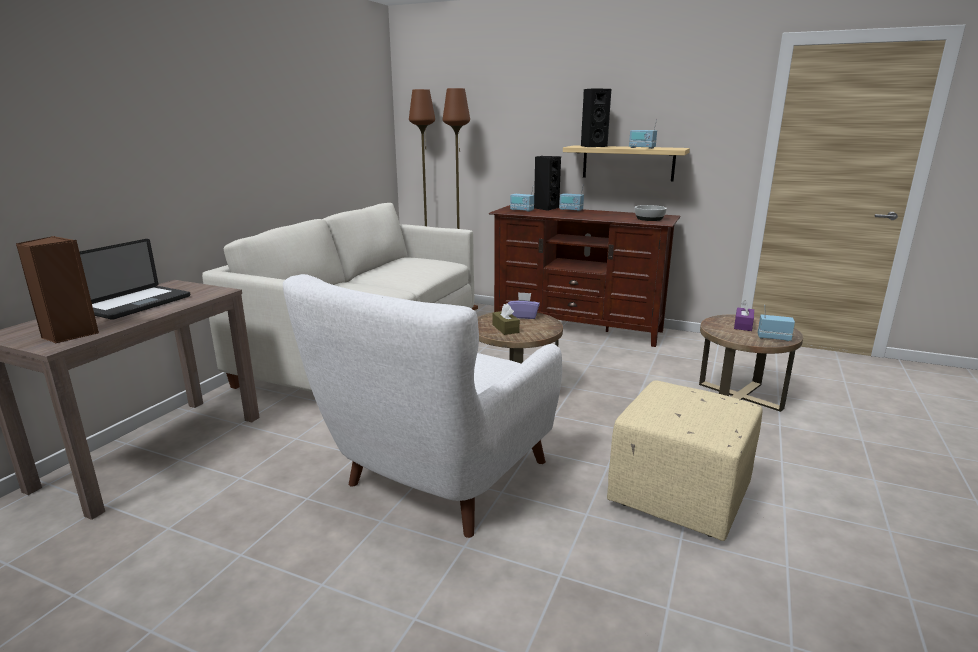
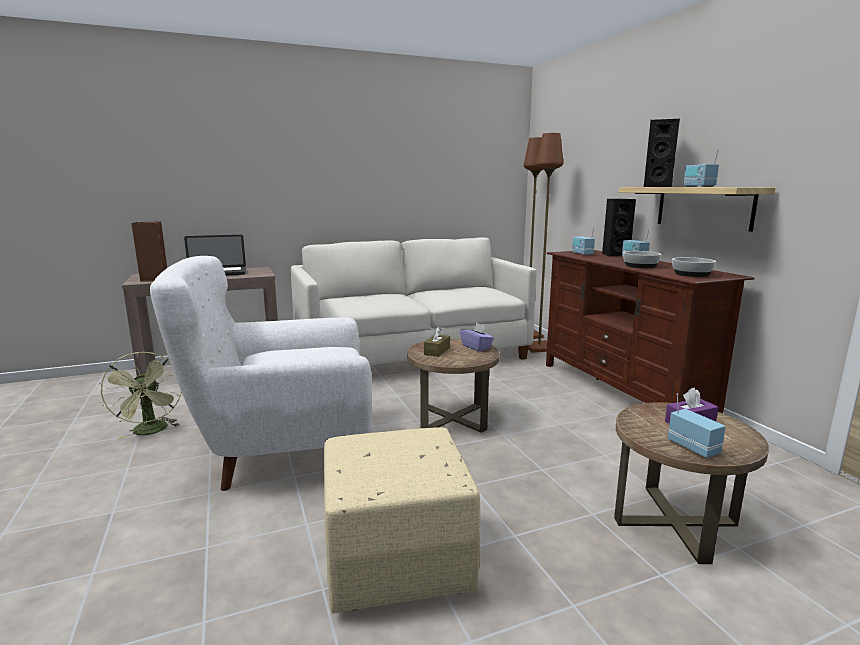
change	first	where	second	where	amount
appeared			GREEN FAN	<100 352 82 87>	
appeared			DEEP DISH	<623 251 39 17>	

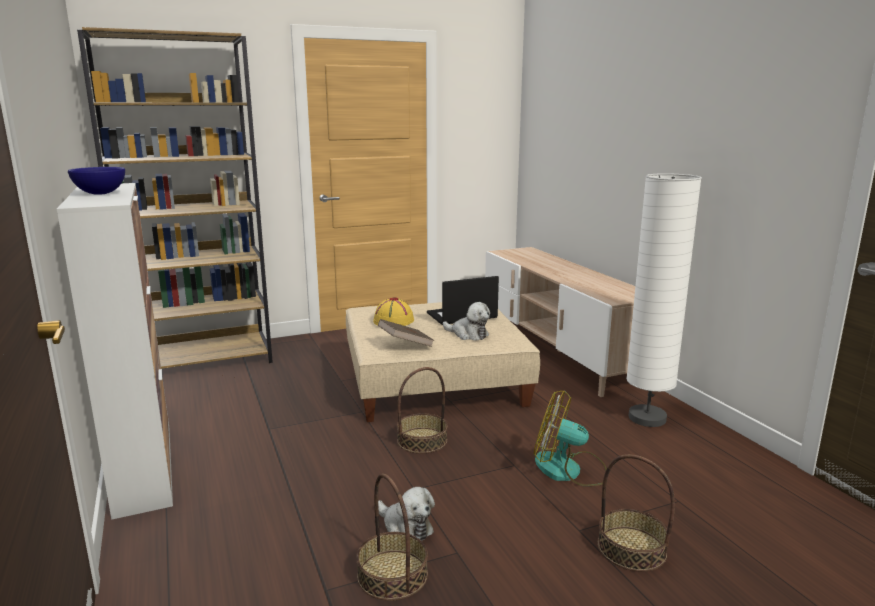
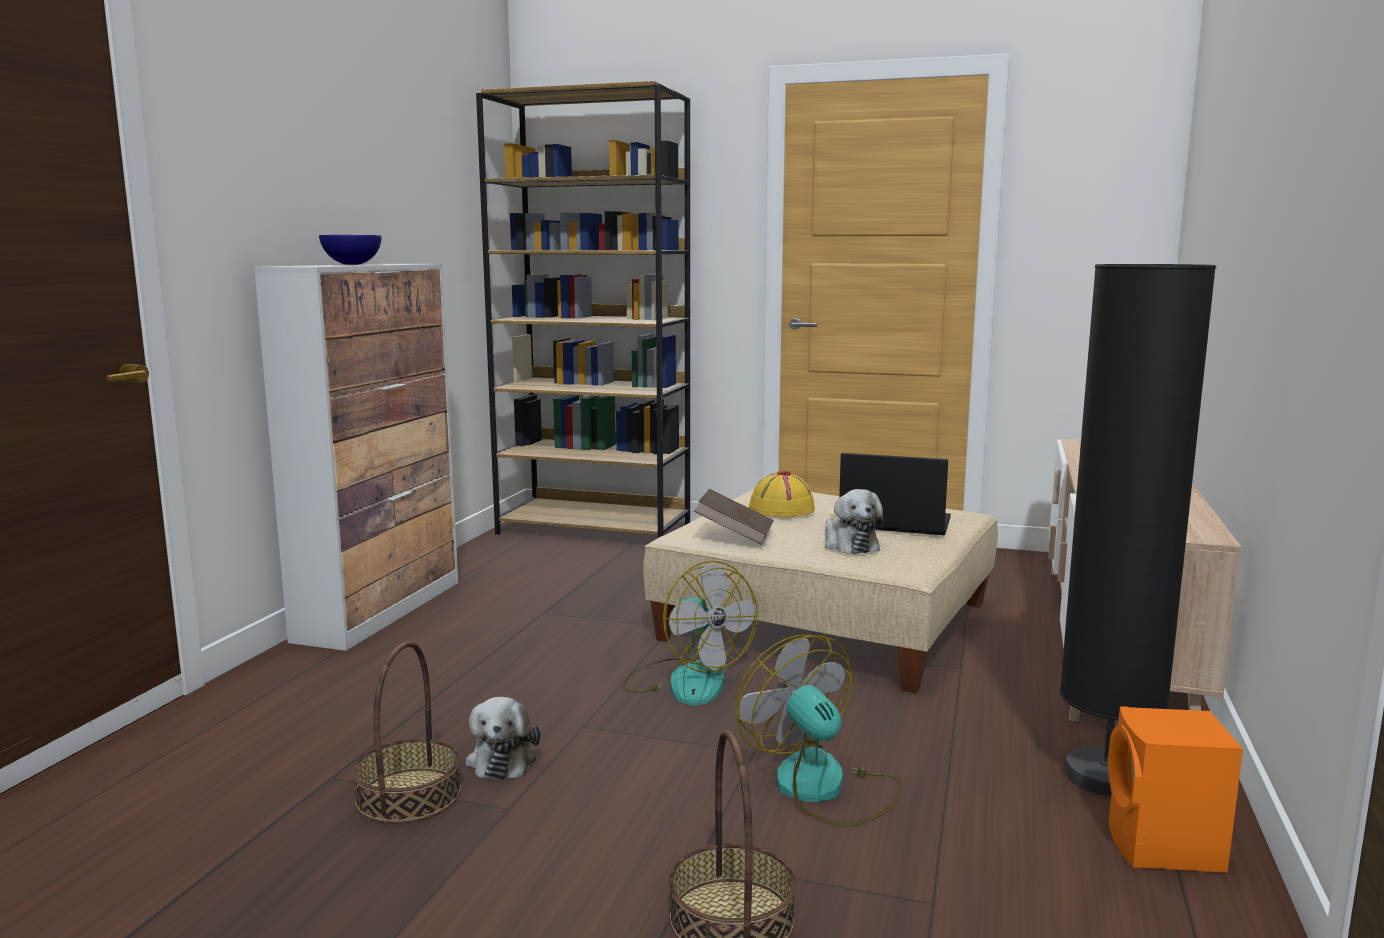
change	first	where	second	where	amount
exchanged	HOUSEHOLD BASKET	<397 367 50 87>	FAN	<622 561 136 145>	
colour	WHITISH STANDARD LAMP	<626 173 76 254>	BLACK STANDARD LAMP	<1060 264 156 533>	
appeared			ORANGE AUDIO SPEAKER	<1108 706 135 167>	

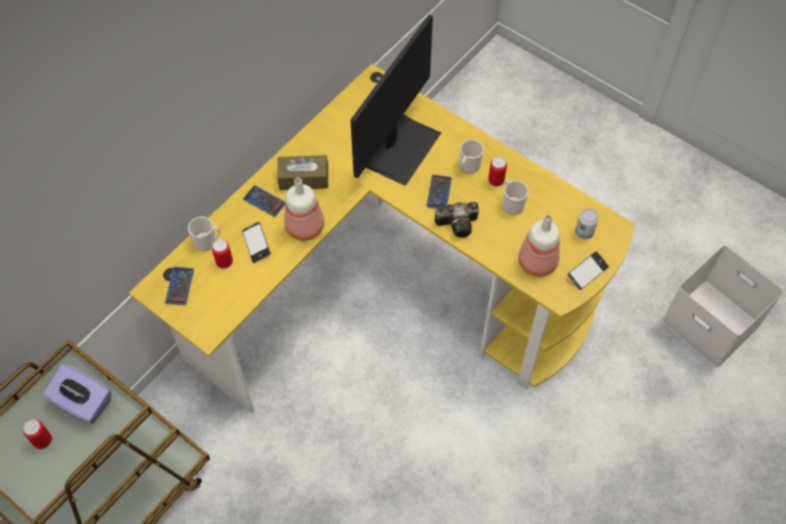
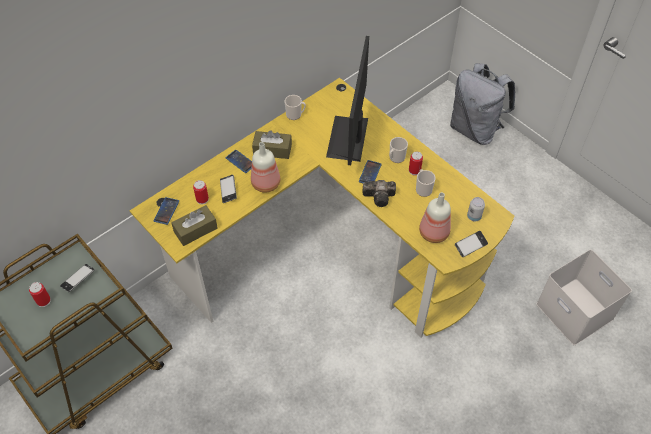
change	first	where	second	where	amount
exchanged	PURPLE-COLOURED BOX OF TISSUES	<43 363 68 61>	HANDSET	<60 264 35 28>	
relocated	MUG	<188 216 32 35>		<285 95 21 25>	
spun	MONITOR	<350 15 91 171>		<326 36 43 129>	150 degrees clockwise
appeared			BROWN-COLOURED BOX OF TISSUES	<171 205 47 41>	
appeared			GRAY BACKPACK	<450 63 65 82>	

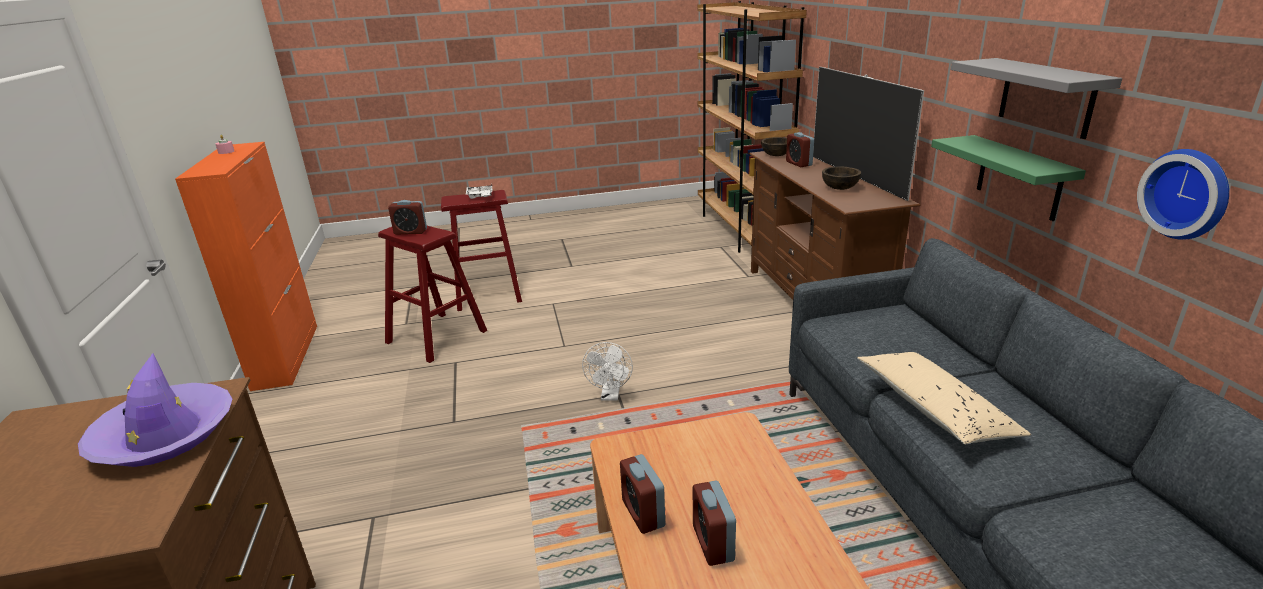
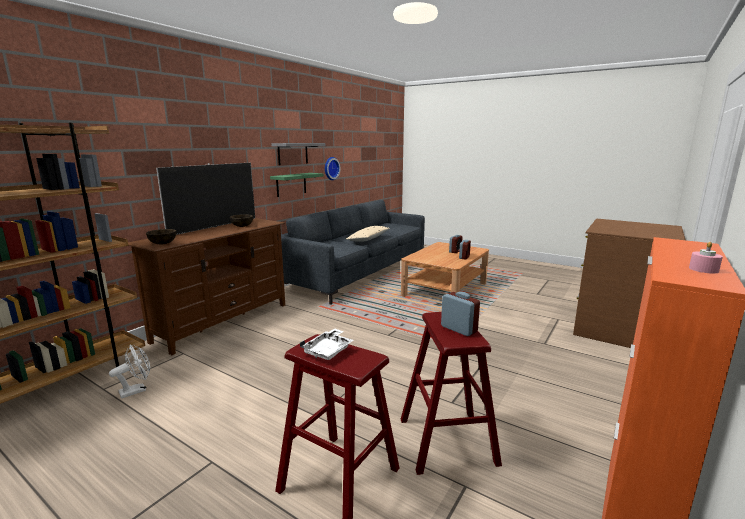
change	first	where	second	where	amount
missing	PURPLE-COLOURED HAT	<78 353 154 114>			
relocated	WHITISH FAN	<582 342 51 59>		<109 345 41 54>	
missing	TABLE CLOCK	<786 132 28 35>			

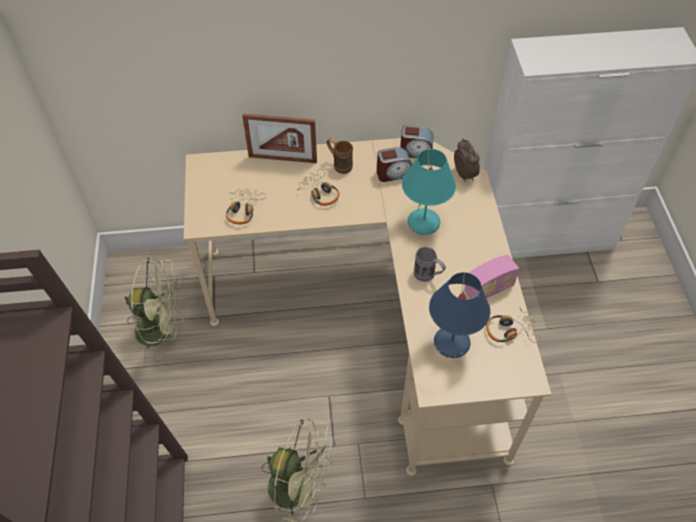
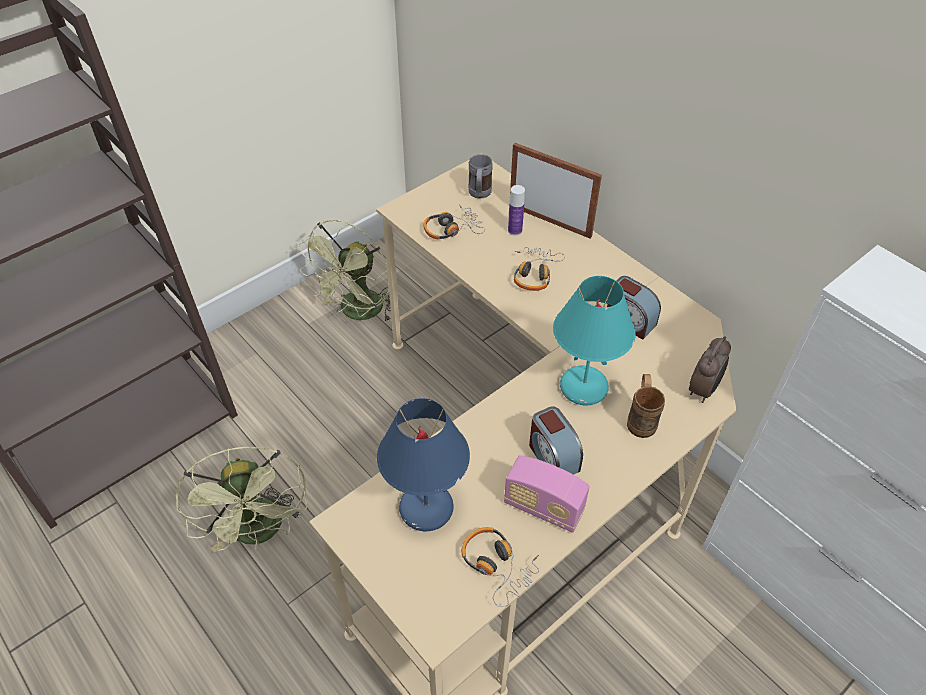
change	first	where	second	where	amount
spun	GREEN FAN	<125 258 60 101>		<299 219 92 104>	60 degrees clockwise
spun	PHOTO FRAME	<242 114 75 49>		<510 143 92 95>	150 degrees clockwise
relocated	BROWN-COLOURED MUG	<327 138 26 36>		<627 374 38 64>	
relocated	TABLE CLOCK	<400 125 33 33>		<529 406 54 69>	
relocated	GRAY MUG	<414 247 32 35>		<468 154 25 45>	
appeared			DRINK BOTTLE	<508 185 17 51>	

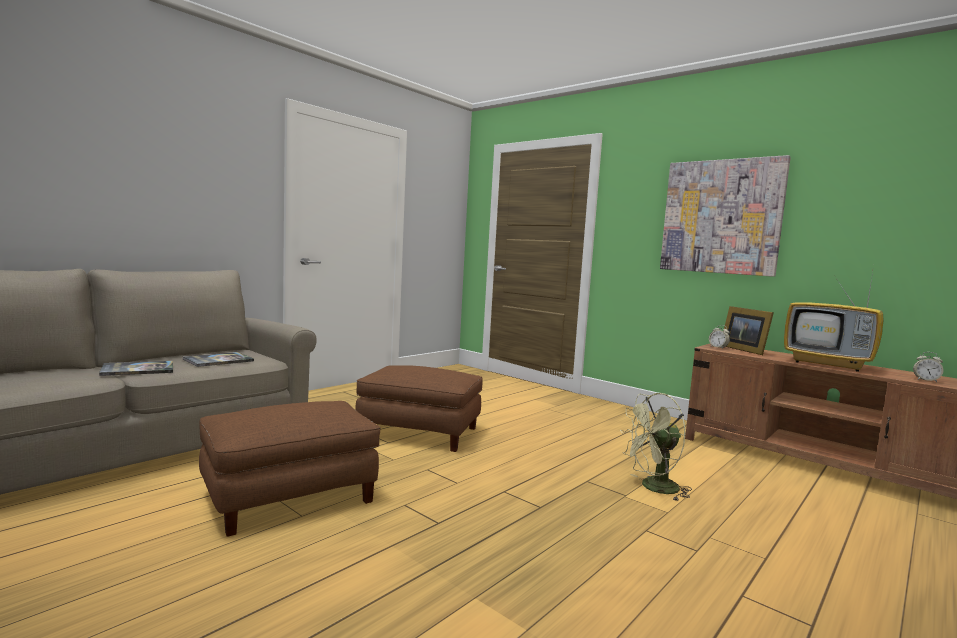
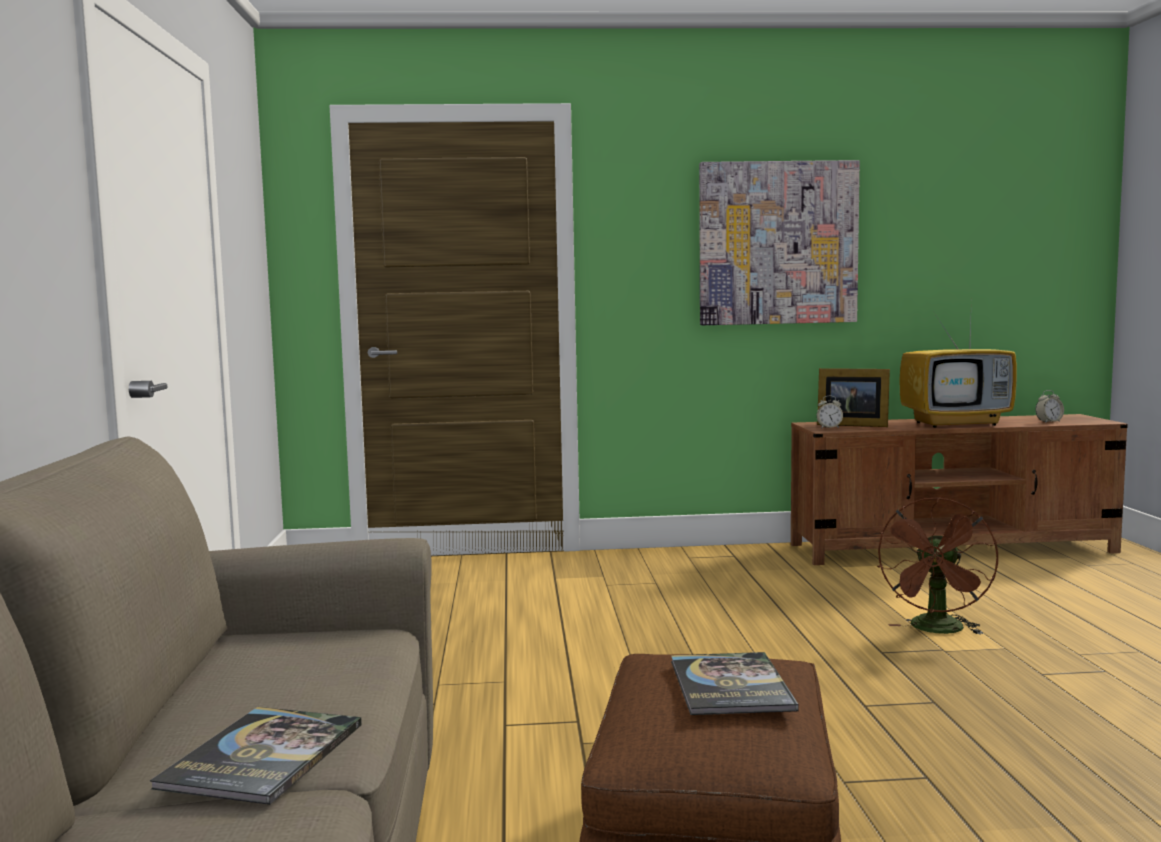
change	first	where	second	where	amount
relocated	VOLUME	<183 352 71 15>		<671 652 128 63>	
missing	BROWN-COLOURED OTTOMAN	<355 365 128 87>			
colour	GREEN FAN	<620 393 72 108>	BROWN-COLOURED FAN	<877 497 121 137>	

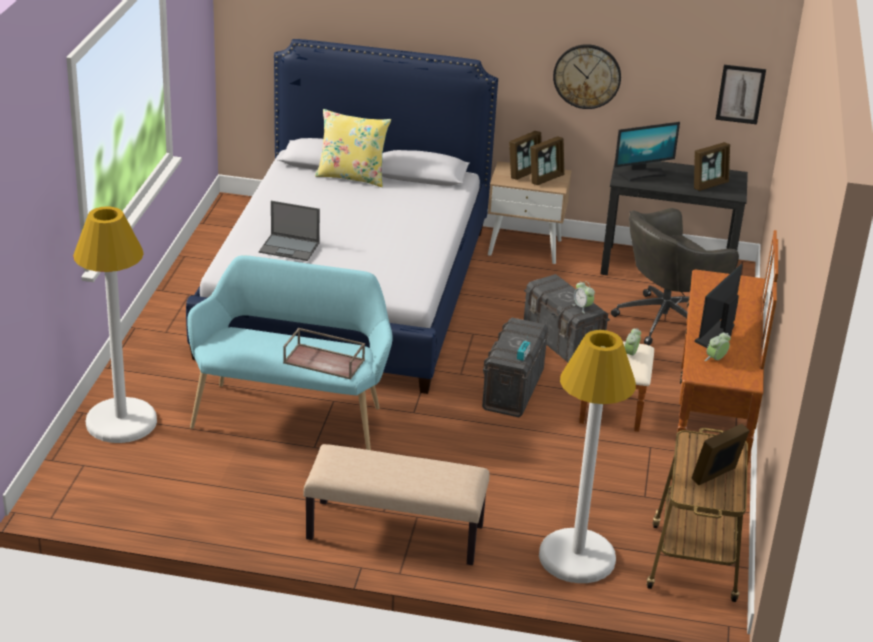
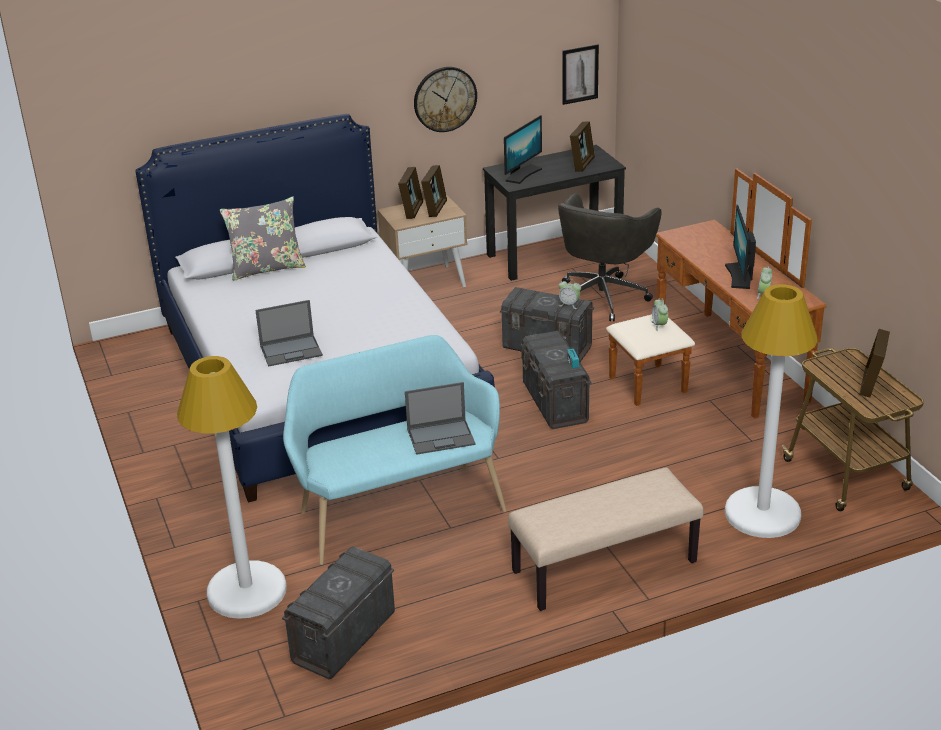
change	first	where	second	where	amount
exchanged	BROWN-COLOURED CARRYING TRAY	<283 328 82 52>	NOTEBOOK COMPUTER	<405 382 71 73>	
colour	YELLOW-COLOURED THROW PILLOW	<315 109 76 78>	GRAY THROW PILLOW	<220 197 86 84>	
appeared			GRAY STORAGE BOX	<282 546 113 134>	

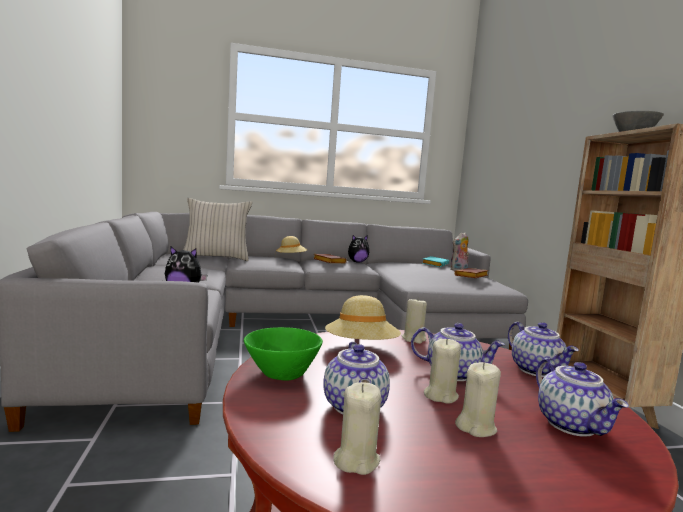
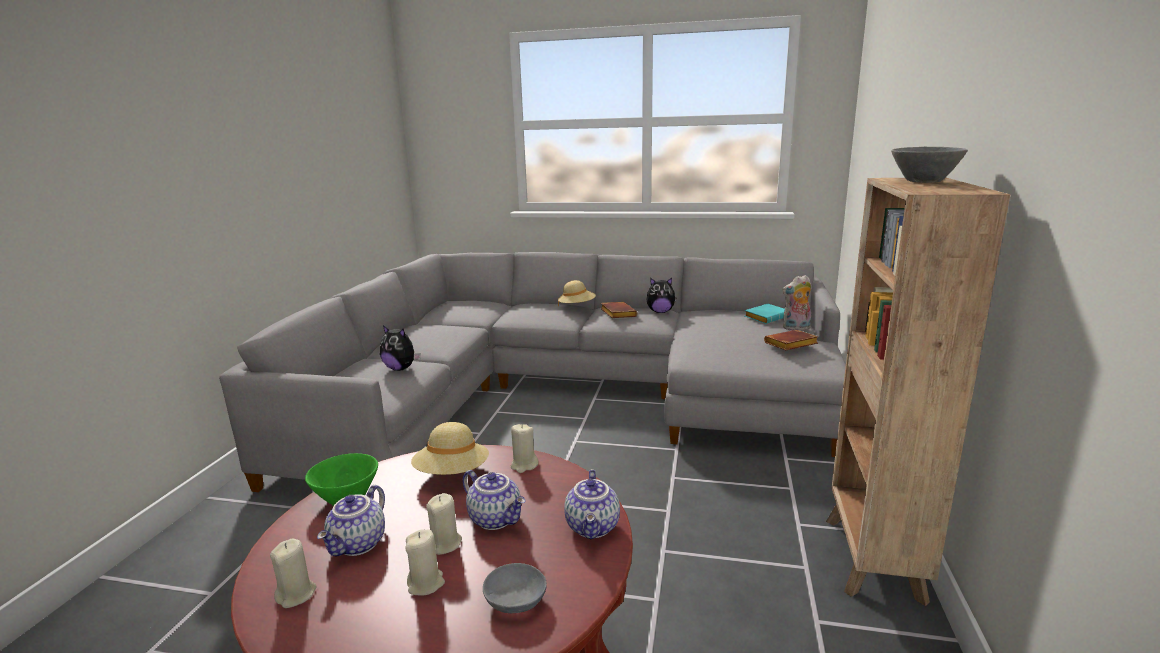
change	first	where	second	where	amount
missing	BEIGE THROW PILLOW	<183 198 69 63>			
exchanged	TEA POT	<536 358 93 79>	GRAY DEEP DISH	<483 563 64 50>	

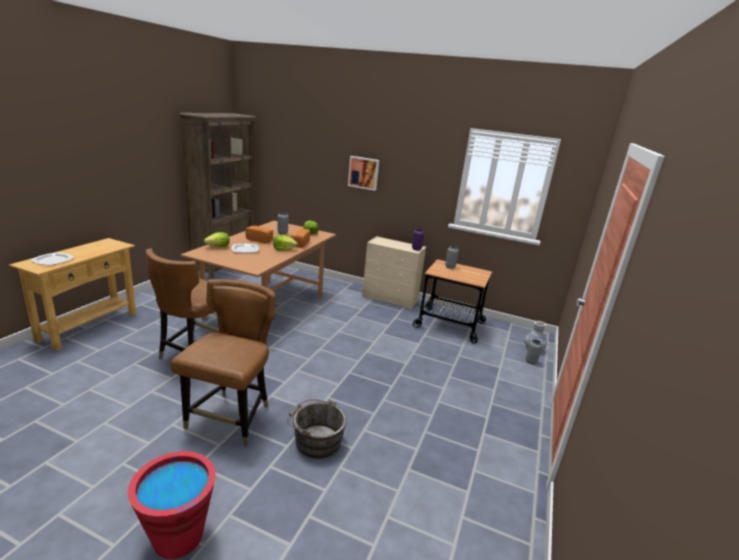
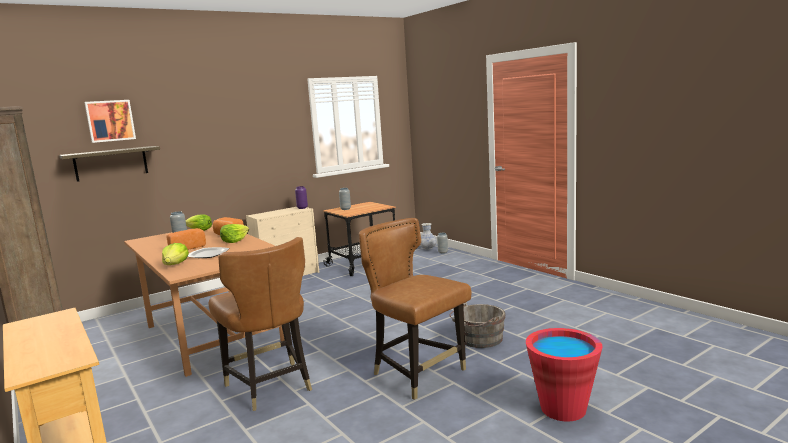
change	first	where	second	where	amount
missing	PLATE	<31 252 44 14>			
relocated	WALL ART	<348 156 31 35>		<84 100 52 43>	
appeared			WALL SHELF	<59 146 101 36>	

